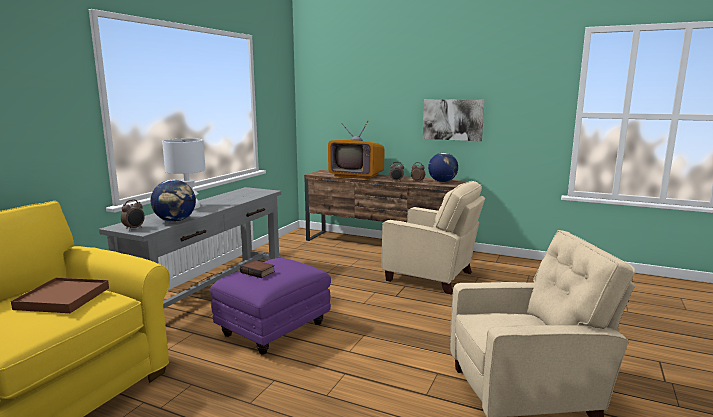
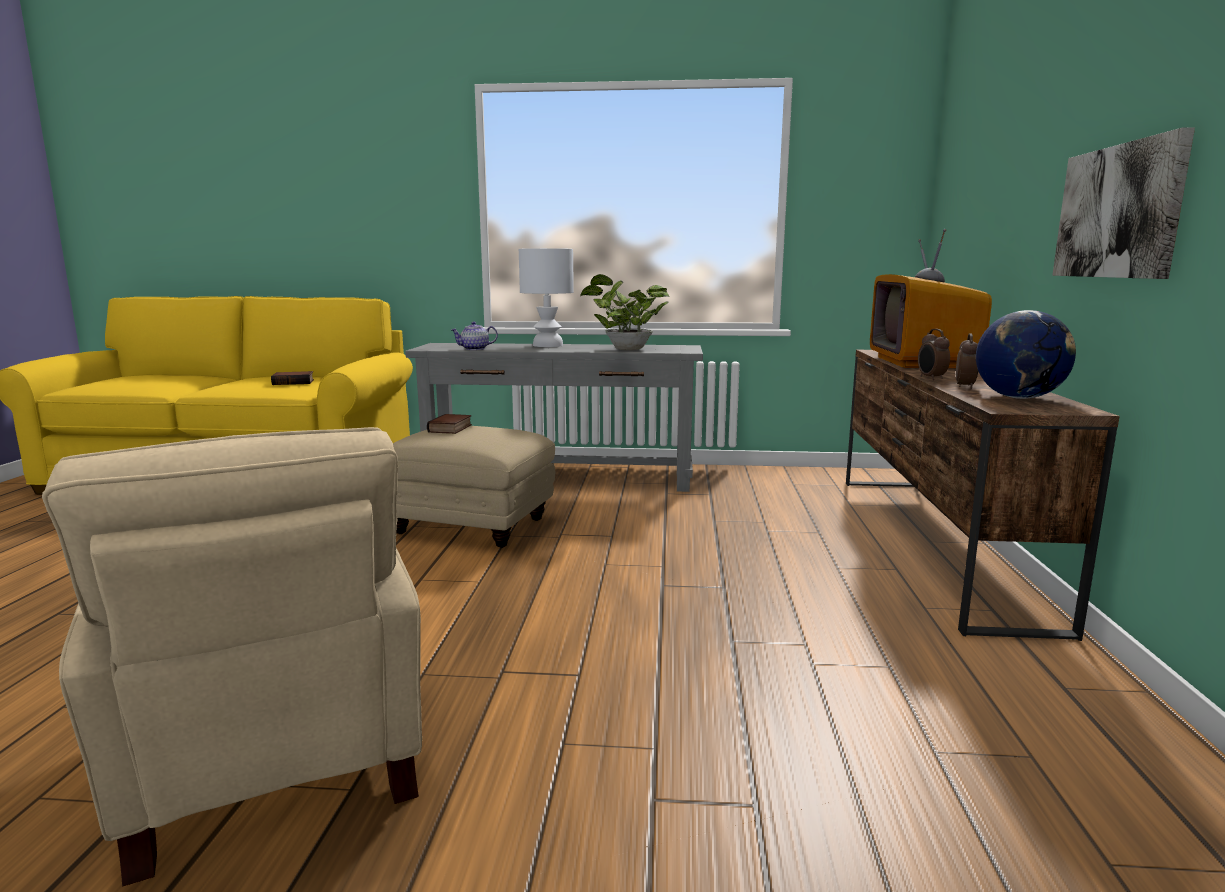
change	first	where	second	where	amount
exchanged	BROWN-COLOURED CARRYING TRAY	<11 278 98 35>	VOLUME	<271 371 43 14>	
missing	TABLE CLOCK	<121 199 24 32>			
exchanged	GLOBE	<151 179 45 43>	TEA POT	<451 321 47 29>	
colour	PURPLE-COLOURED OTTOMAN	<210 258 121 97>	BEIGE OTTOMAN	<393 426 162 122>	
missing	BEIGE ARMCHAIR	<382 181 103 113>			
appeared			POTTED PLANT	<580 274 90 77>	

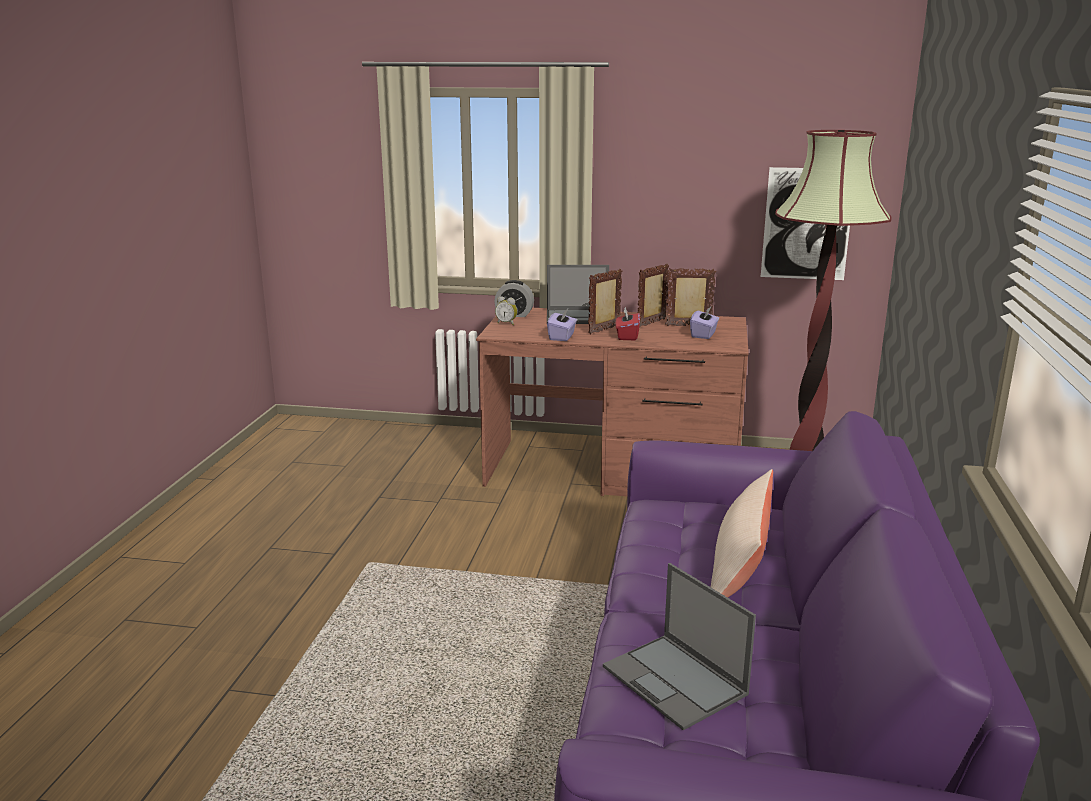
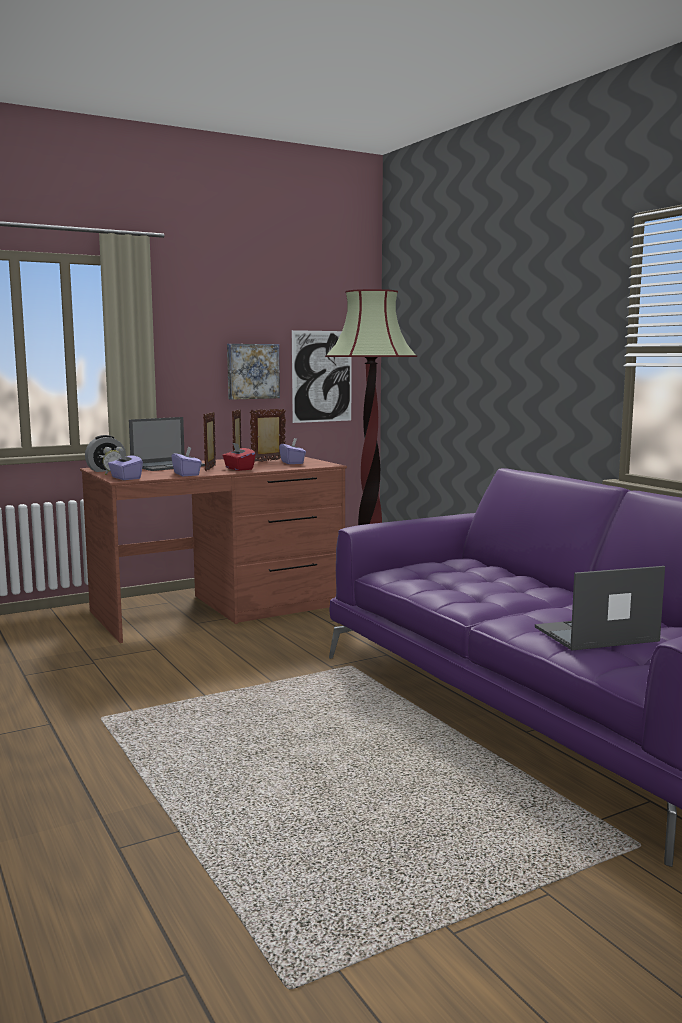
change	first	where	second	where	amount
spun	NOTEBOOK COMPUTER	<603 563 153 167>		<535 566 130 84>	150 degrees clockwise
missing	BEIGE THROW PILLOW	<711 469 62 129>			
appeared			PURPLE-COLOURED BOX OF TISSUES	<108 450 35 30>	
appeared			WALL ART	<227 344 53 56>	

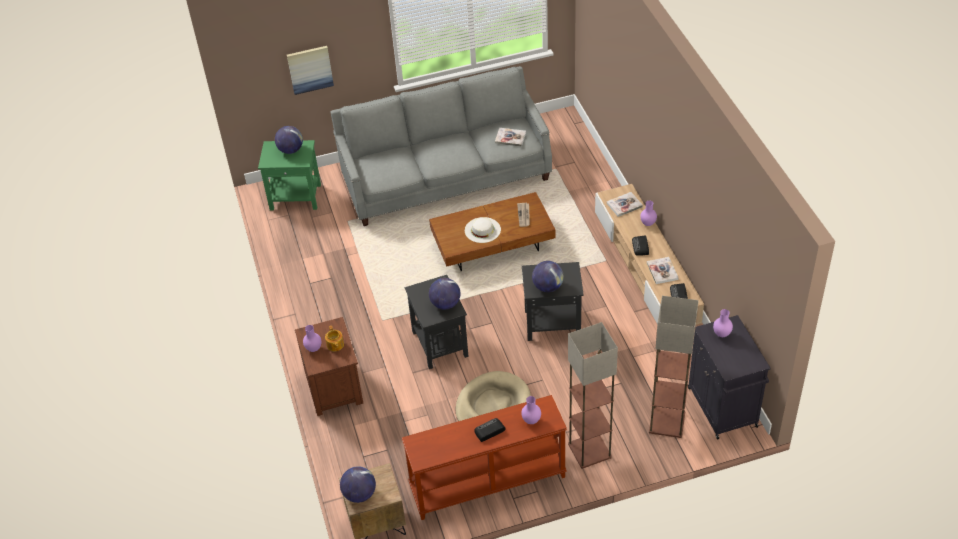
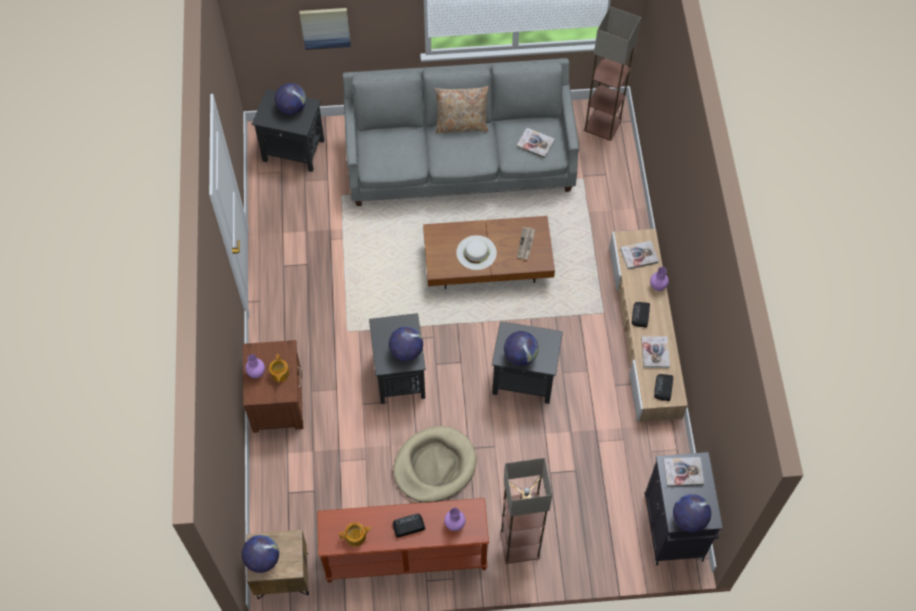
change	first	where	second	where	amount
colour	GREEN ACCENT TABLE	<258 140 63 70>	BLACK ACCENT TABLE	<252 89 72 83>	
relocated	STANDARD LAMP	<649 296 50 142>		<584 6 57 135>	
exchanged	PURPLE-COLOURED FLOWER VASE	<713 309 20 28>	VOLUME	<663 457 41 30>	
appeared			TEA POT	<339 522 33 25>	
appeared			BEIGE THROW PILLOW	<435 86 54 48>	
appeared			GLOBE	<673 494 38 38>	

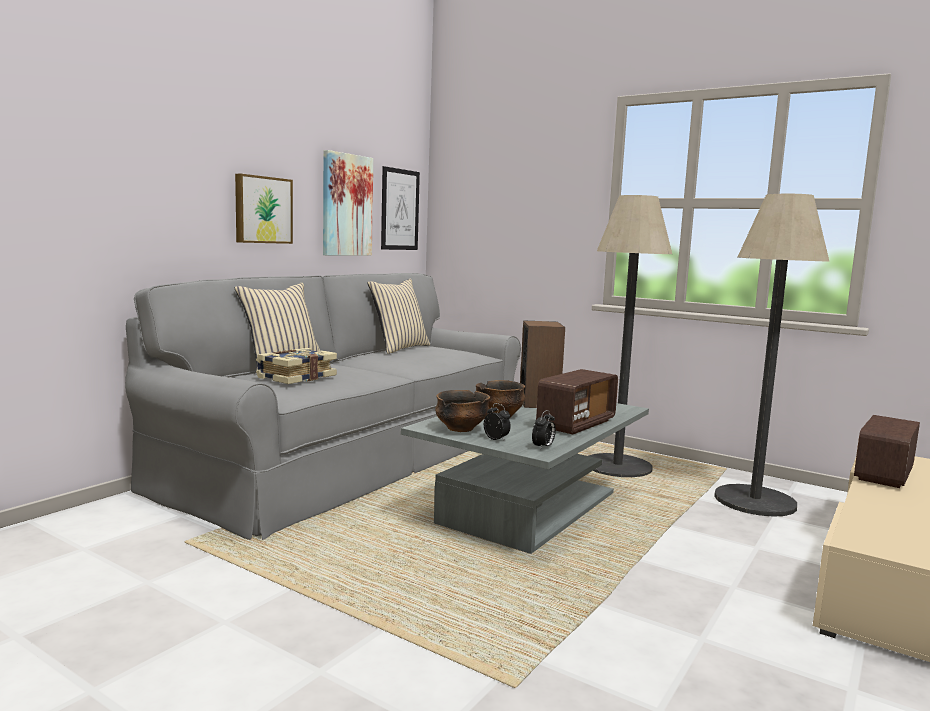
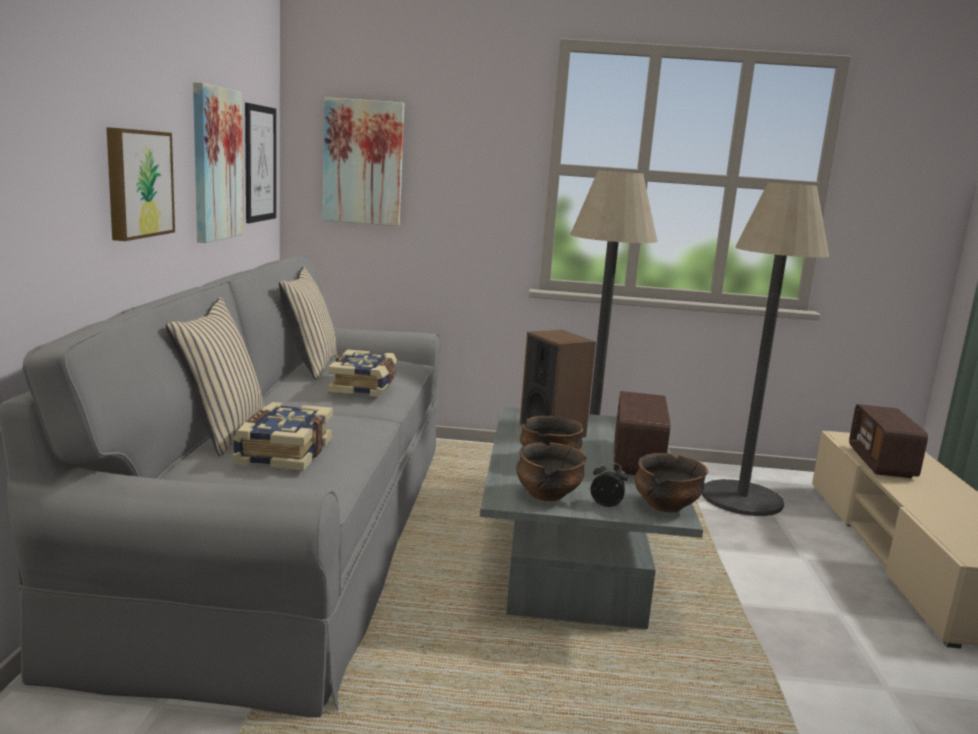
change	first	where	second	where	amount
exchanged	TABLE CLOCK	<532 410 24 40>	DEEP DISH	<635 453 73 60>	
appeared			WALL ART	<323 97 81 129>	
appeared			VOLUME	<328 349 69 48>	

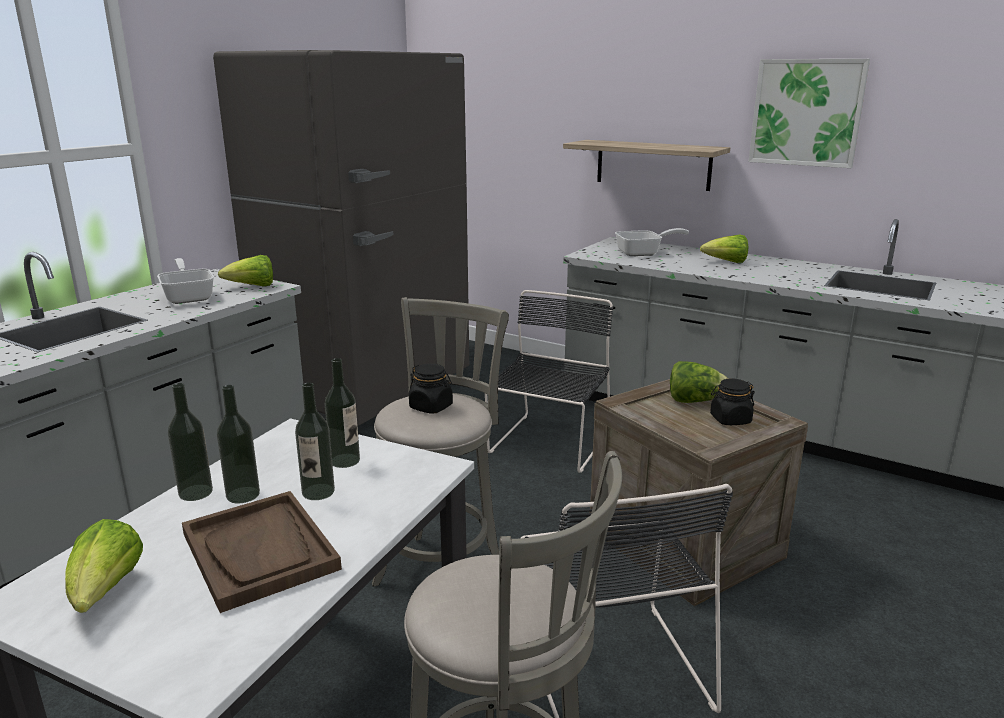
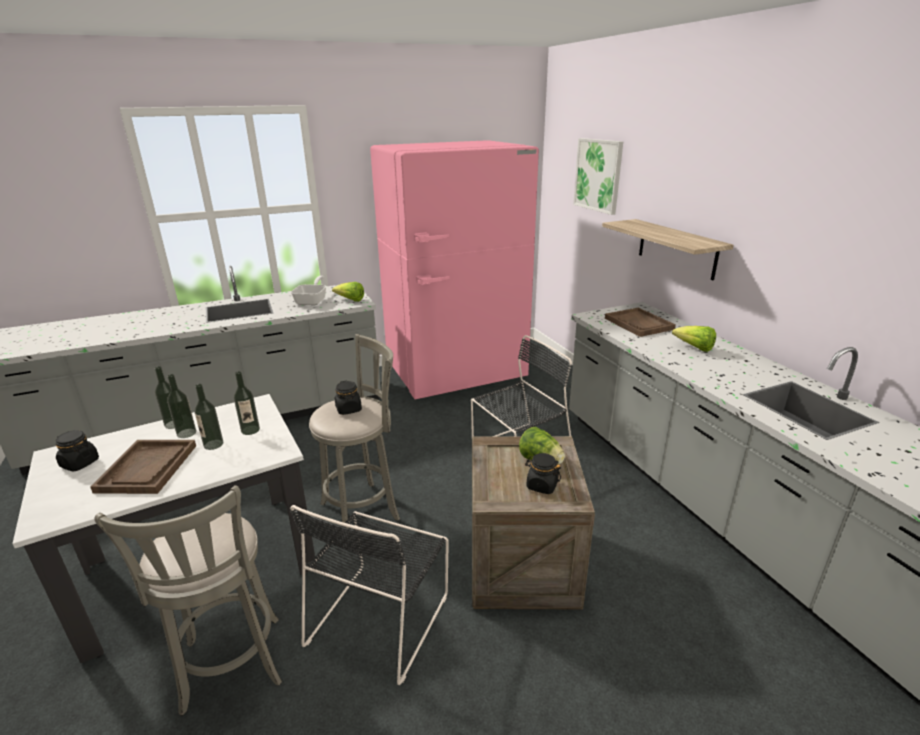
change	first	where	second	where	amount
exchanged	HEAD OF LETTUCE	<65 519 78 94>	BLACK PRESERVE JAR	<56 430 43 42>	
colour	GRAY KITCHEN FRIDGE	<213 50 256 376>	PINKISH KITCHEN FRIDGE	<370 140 169 259>	
exchanged	FRYING PAN	<615 228 74 28>	BROWN-COLOURED CARRYING TRAY	<605 308 71 29>	
relocated	WALL ART	<749 59 121 109>		<573 138 50 77>	

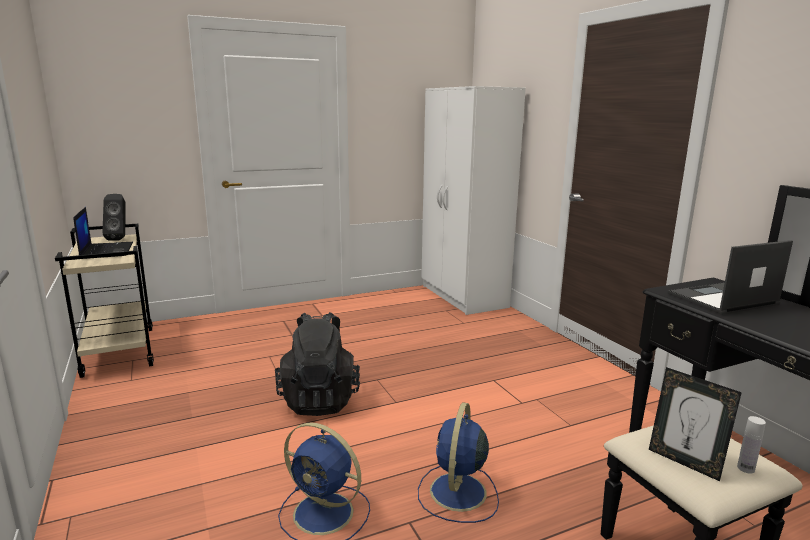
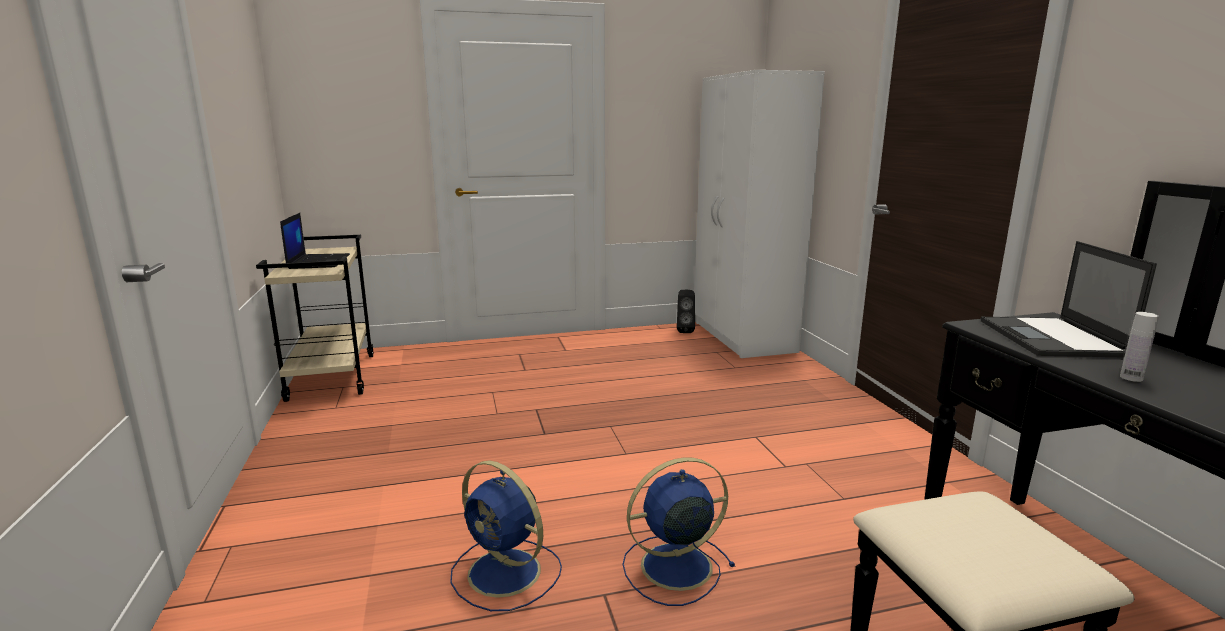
change	first	where	second	where	amount
relocated	BLACK AUDIO SPEAKER	<102 194 24 47>		<677 290 18 43>	
missing	BLACK BACKPACK	<275 312 85 104>			
spun	BLUE-COLOURED FAN	<418 402 81 121>		<623 457 112 149>	45 degrees clockwise
missing	PHOTO FRAME	<649 367 93 114>			
spun	NOTEBOOK COMPUTER	<668 240 125 75>		<981 241 176 116>	75 degrees counterclockwise
relocated	WHITISH DRINK BOTTLE	<737 416 29 58>		<1120 312 39 70>	

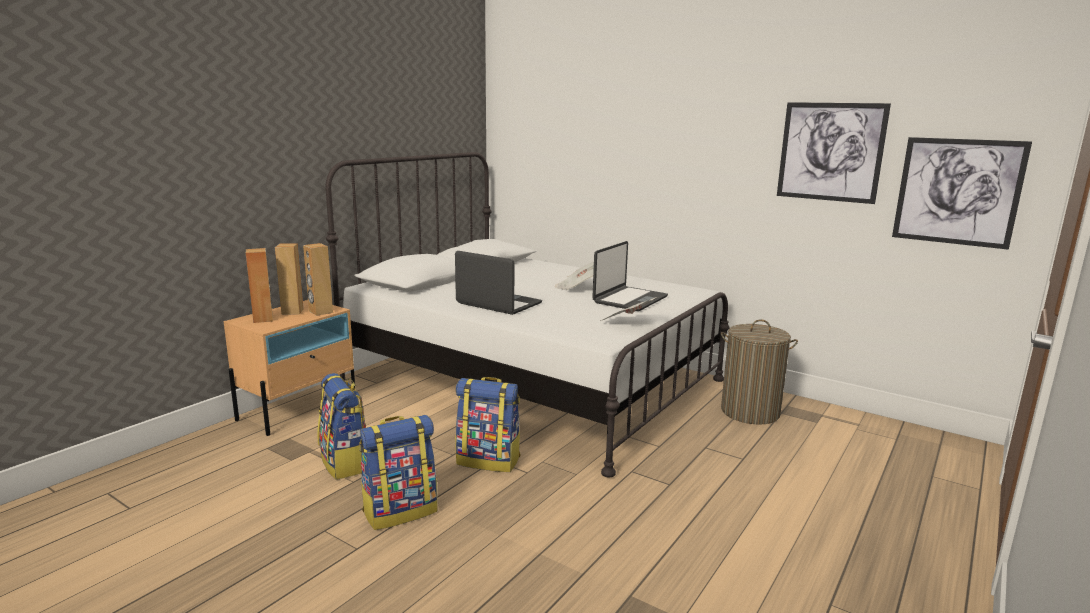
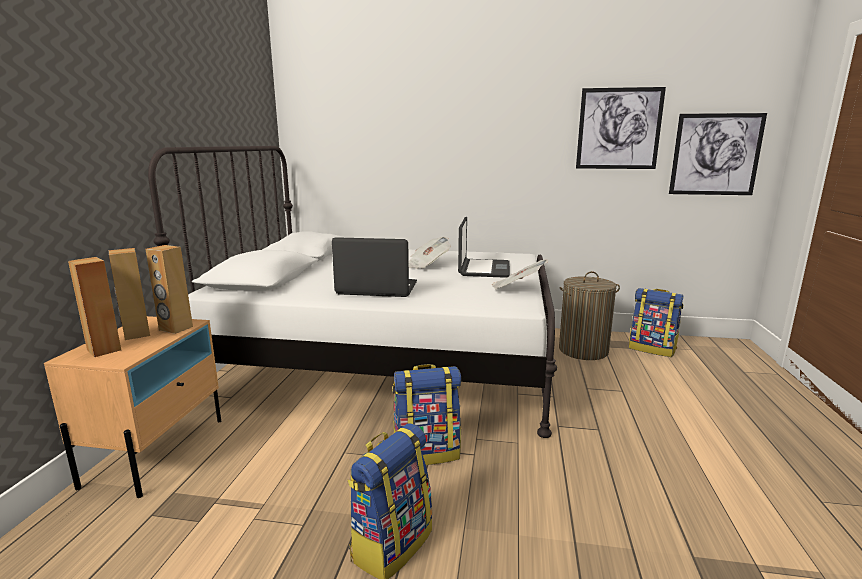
change	first	where	second	where	amount
relocated	BACKPACK	<317 373 49 107>		<629 288 55 69>	

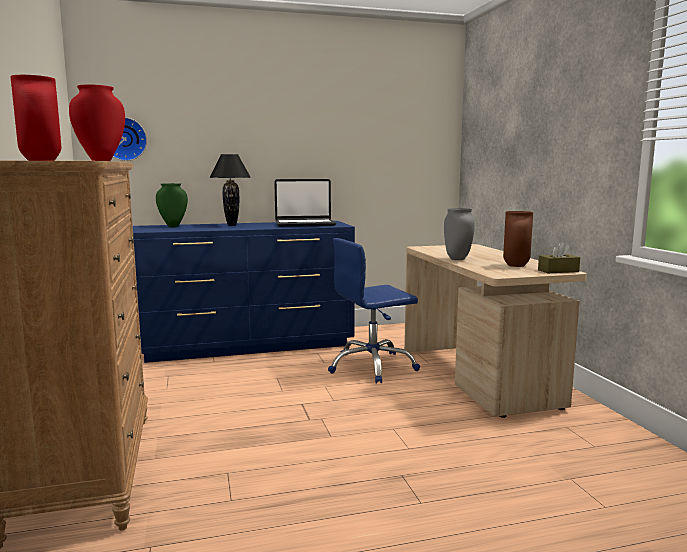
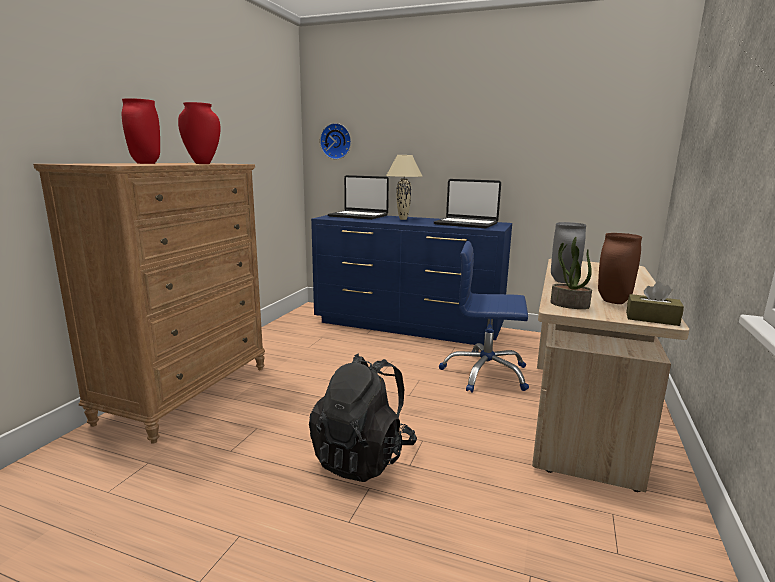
change	first	where	second	where	amount
exchanged	GREEN FLOWER VASE	<156 183 32 44>	NOTEBOOK COMPUTER	<328 175 61 45>	
colour	BLACK TABLETOP LAMP	<209 154 42 72>	BEIGE TABLETOP LAMP	<386 155 36 65>	
appeared			BLACK BACKPACK	<309 354 108 128>	
appeared			POTTED PLANT	<550 237 42 72>	

